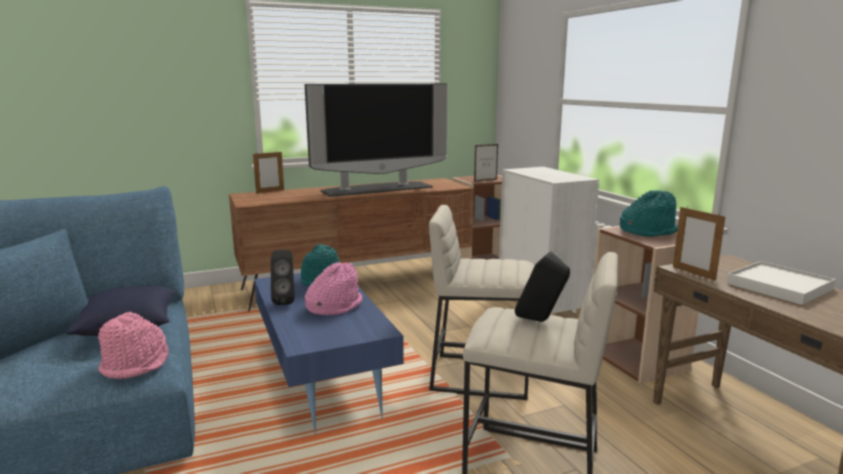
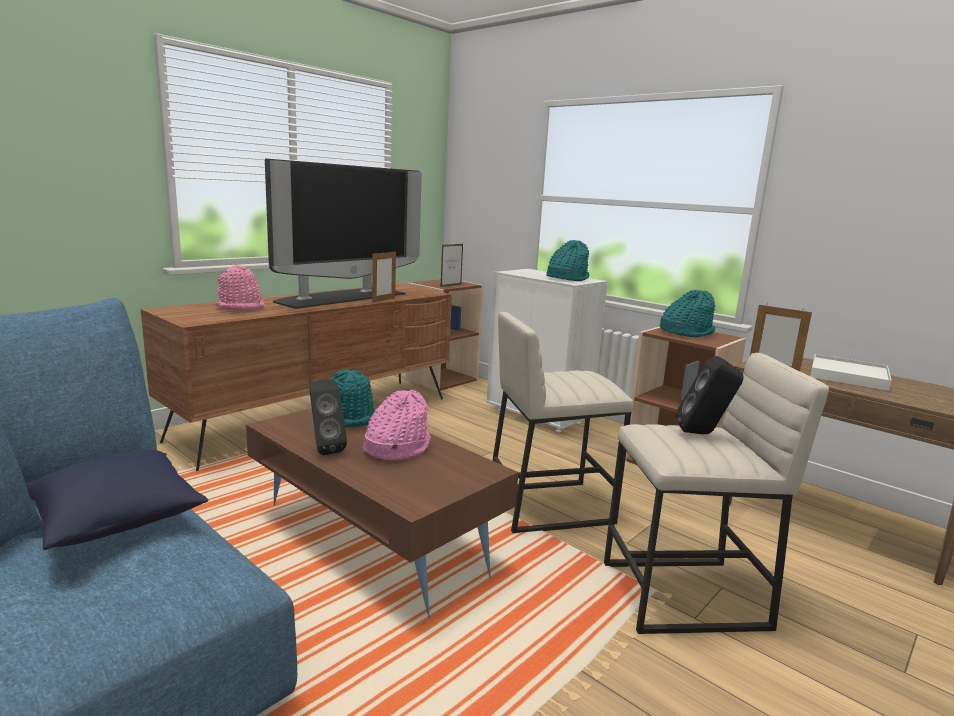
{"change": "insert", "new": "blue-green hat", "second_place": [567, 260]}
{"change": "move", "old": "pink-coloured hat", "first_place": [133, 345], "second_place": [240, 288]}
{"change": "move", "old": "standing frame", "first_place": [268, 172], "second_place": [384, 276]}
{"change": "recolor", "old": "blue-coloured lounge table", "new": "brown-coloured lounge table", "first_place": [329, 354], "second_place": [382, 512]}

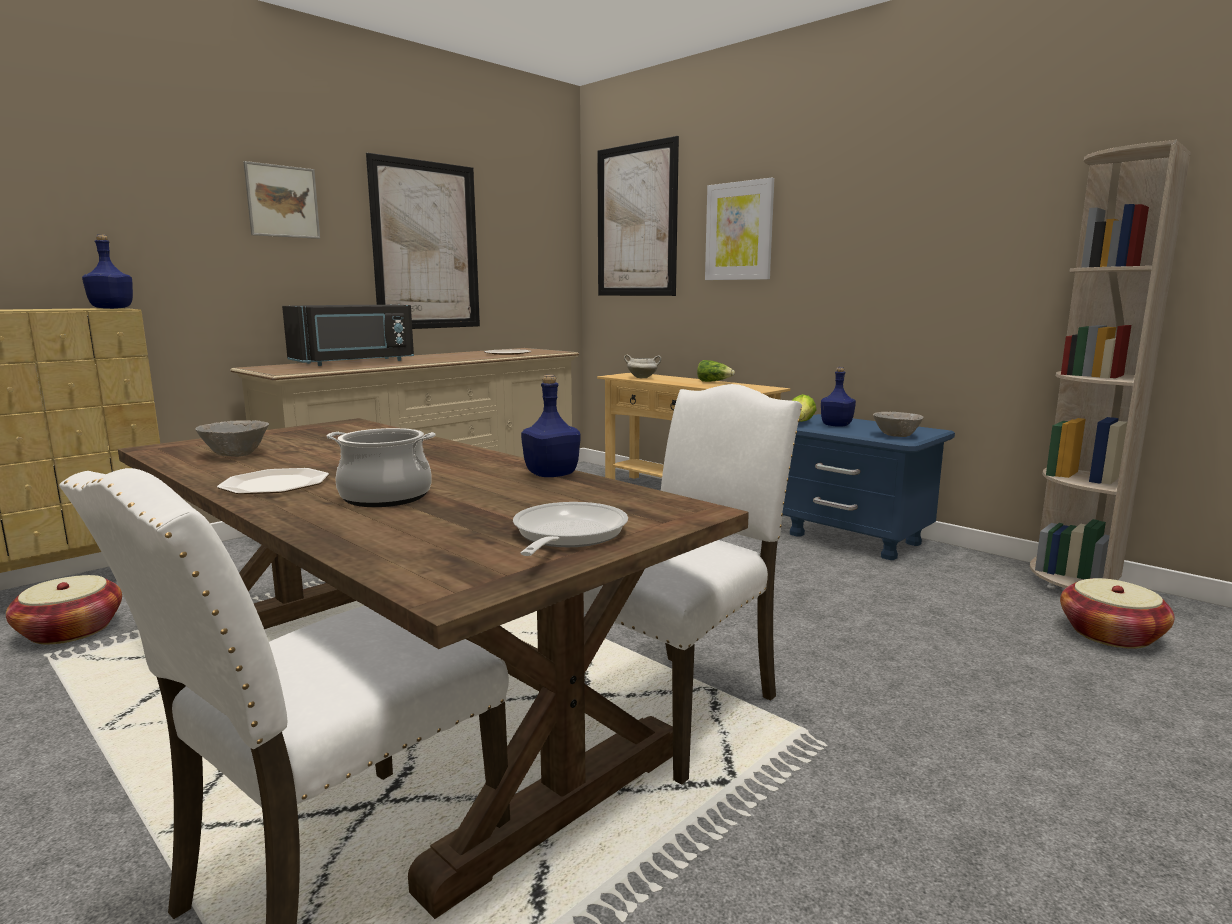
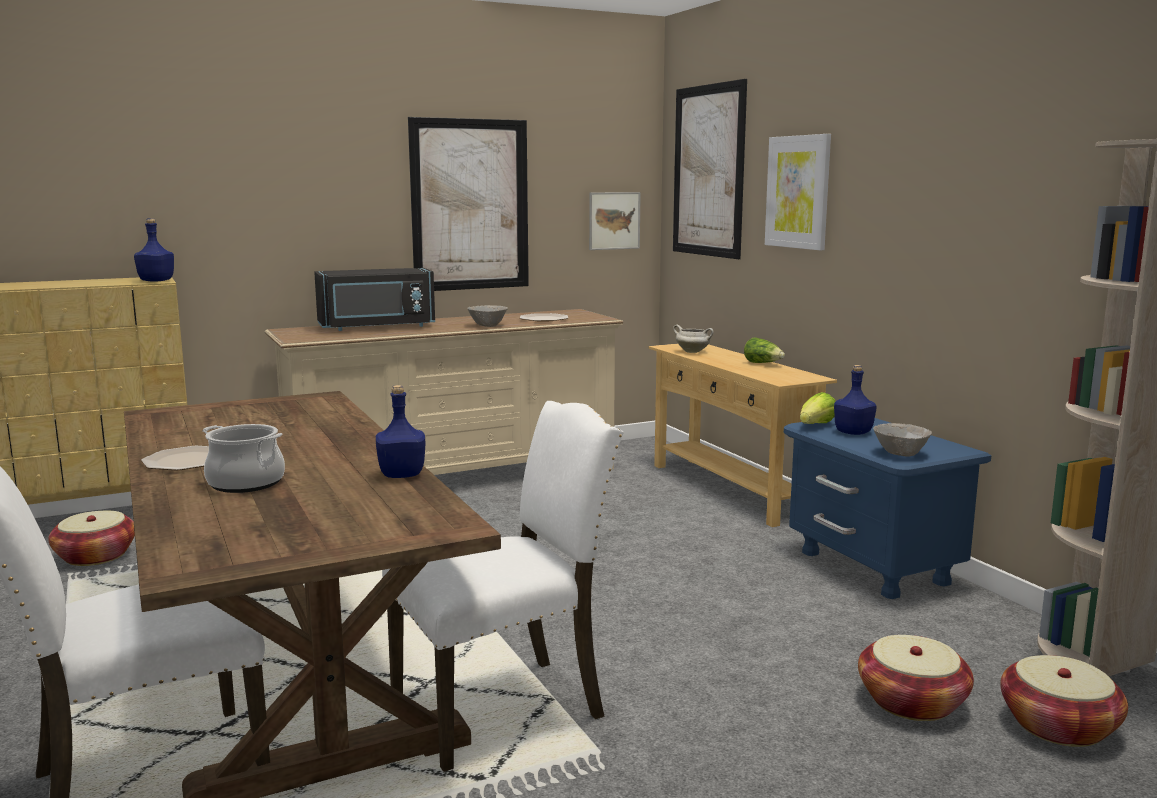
{"change": "delete", "old": "frying pan", "first_place": [570, 529]}
{"change": "insert", "new": "basket", "second_place": [916, 678]}
{"change": "move", "old": "grey bowl", "first_place": [232, 438], "second_place": [487, 316]}
{"change": "move", "old": "wall picture", "first_place": [282, 200], "second_place": [615, 221]}

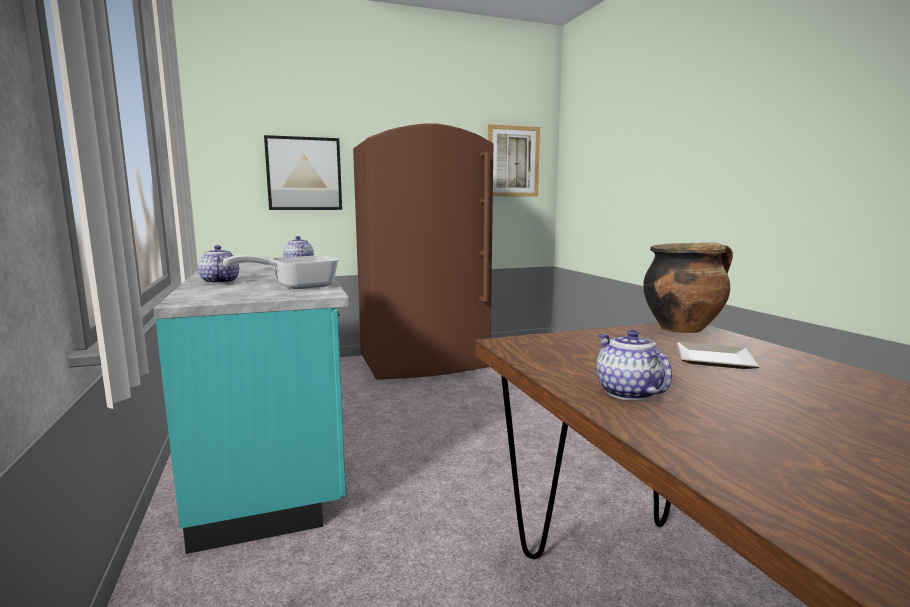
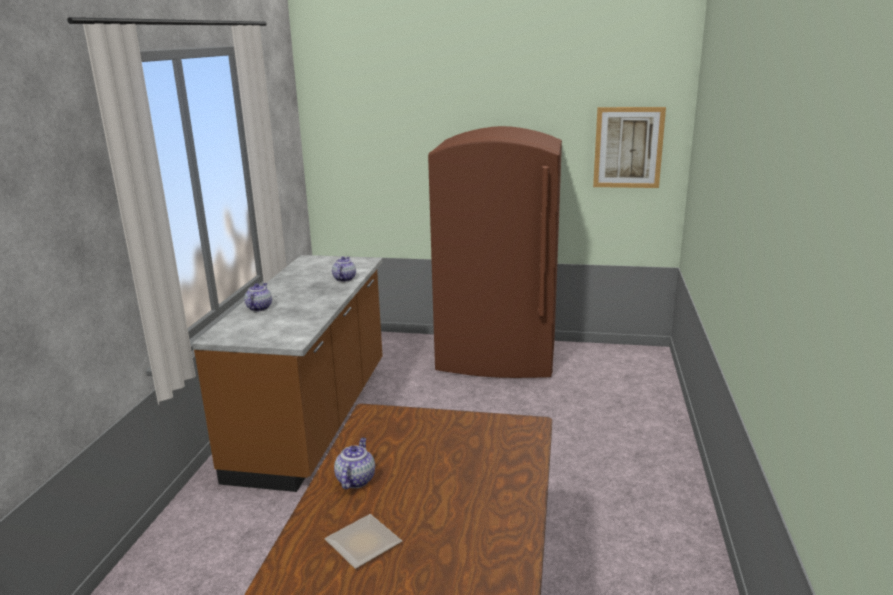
{"change": "delete", "old": "frying pan", "first_place": [281, 272]}
{"change": "delete", "old": "wall picture", "first_place": [303, 172]}
{"change": "delete", "old": "cooking pot", "first_place": [688, 288]}
{"change": "move", "old": "plate", "first_place": [718, 355], "second_place": [363, 541]}
{"change": "recolor", "old": "blue-green counter", "new": "brown-coloured counter", "first_place": [251, 405], "second_place": [287, 373]}

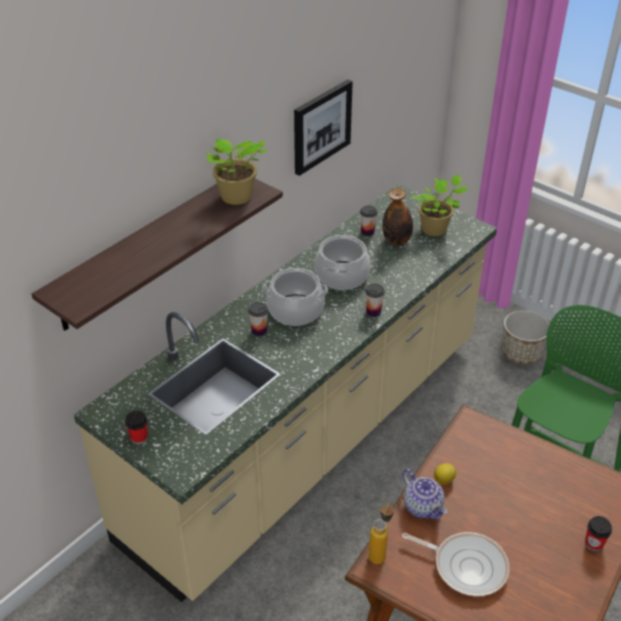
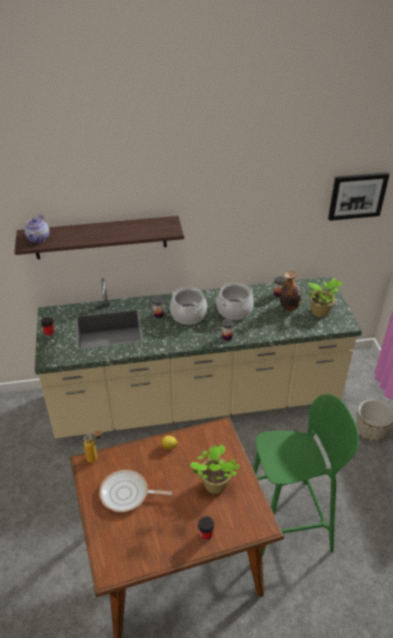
{"change": "move", "old": "houseplant", "first_place": [237, 172], "second_place": [214, 469]}
{"change": "move", "old": "wall picture", "first_place": [323, 128], "second_place": [359, 196]}
{"change": "move", "old": "teapot", "first_place": [425, 494], "second_place": [36, 228]}
{"change": "rotate", "old": "frying pan", "first_place": [456, 564], "second_place": [135, 491], "degrees": 120}

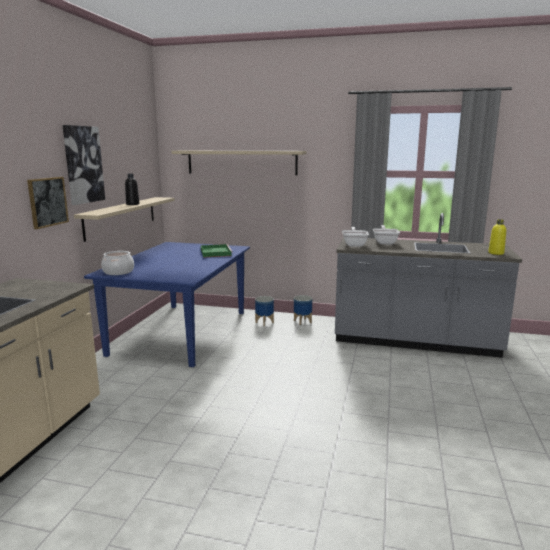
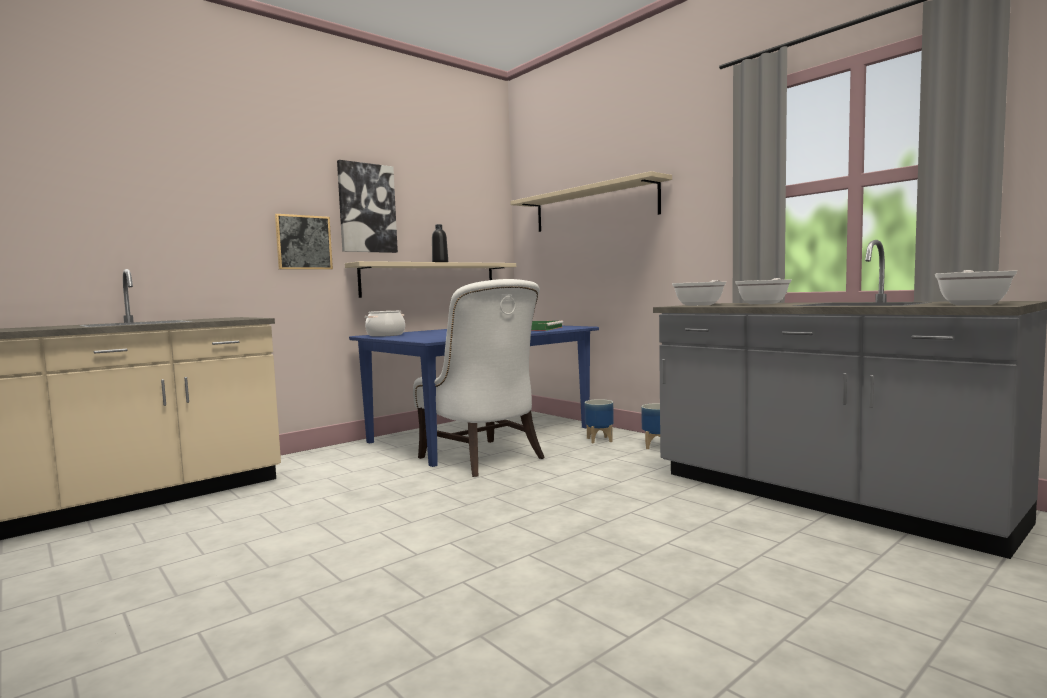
{"change": "insert", "new": "whitish upright chair", "second_place": [479, 378]}
{"change": "replace", "old": "yellowish bottle", "new": "frying pan", "first_place": [497, 237], "second_place": [976, 287]}

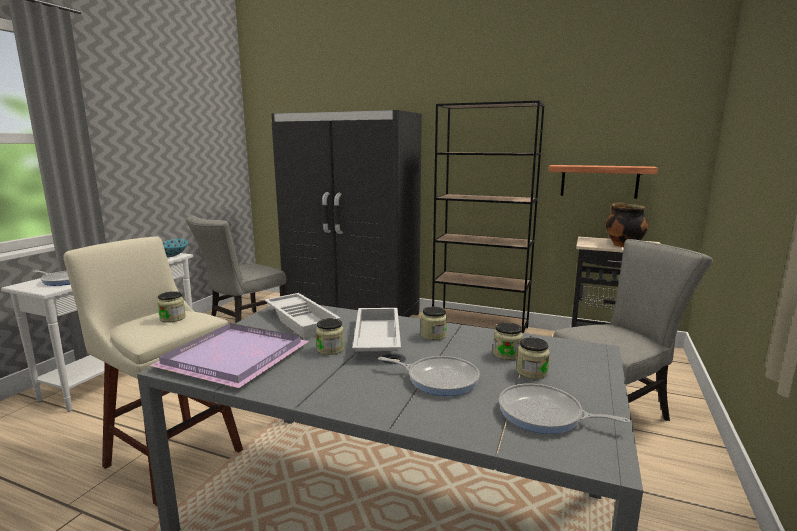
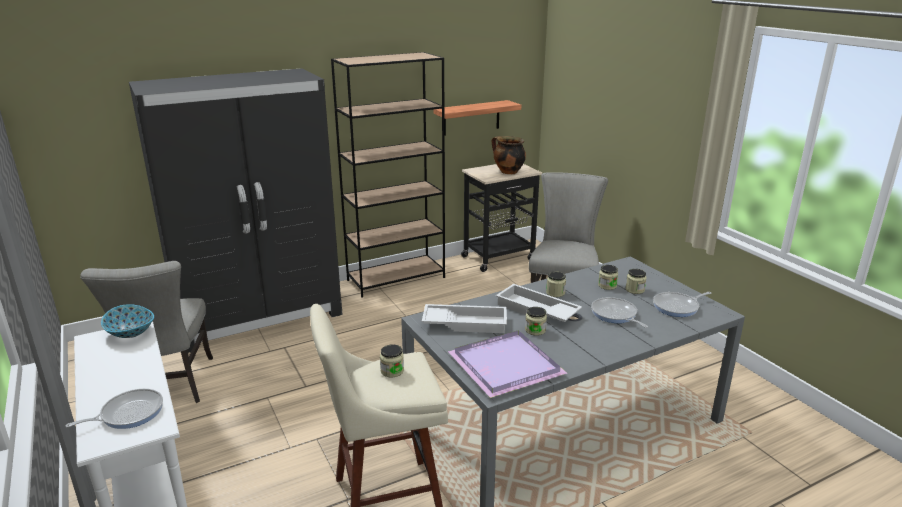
{"change": "rotate", "old": "frying pan", "first_place": [429, 376], "second_place": [619, 312], "degrees": -90}

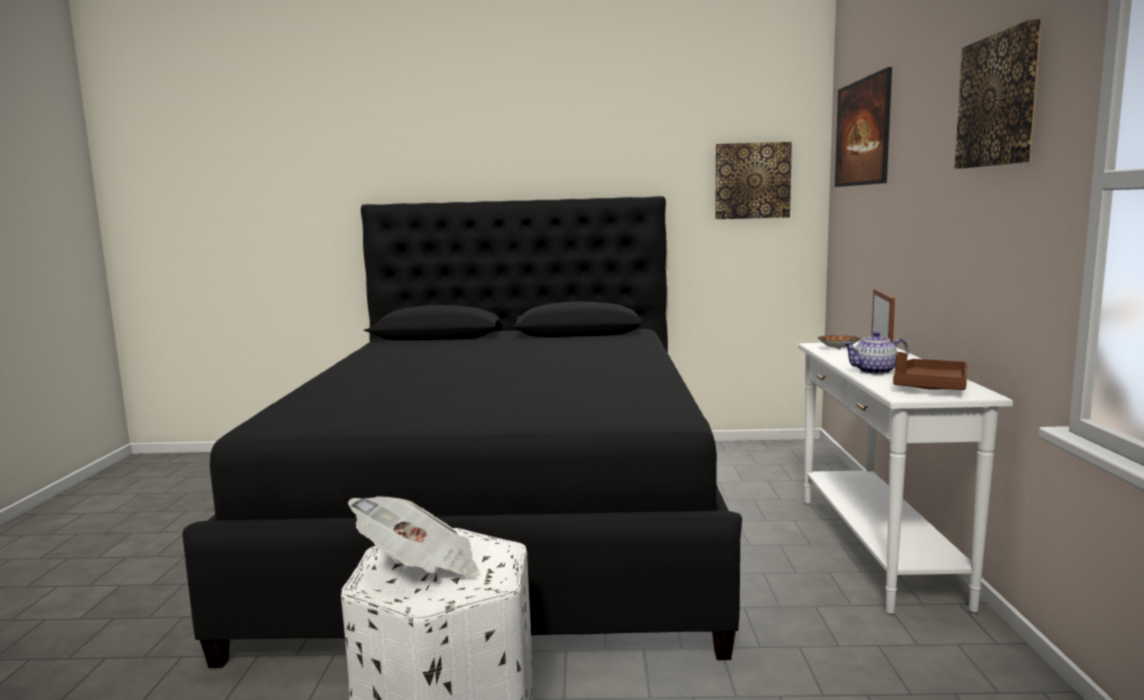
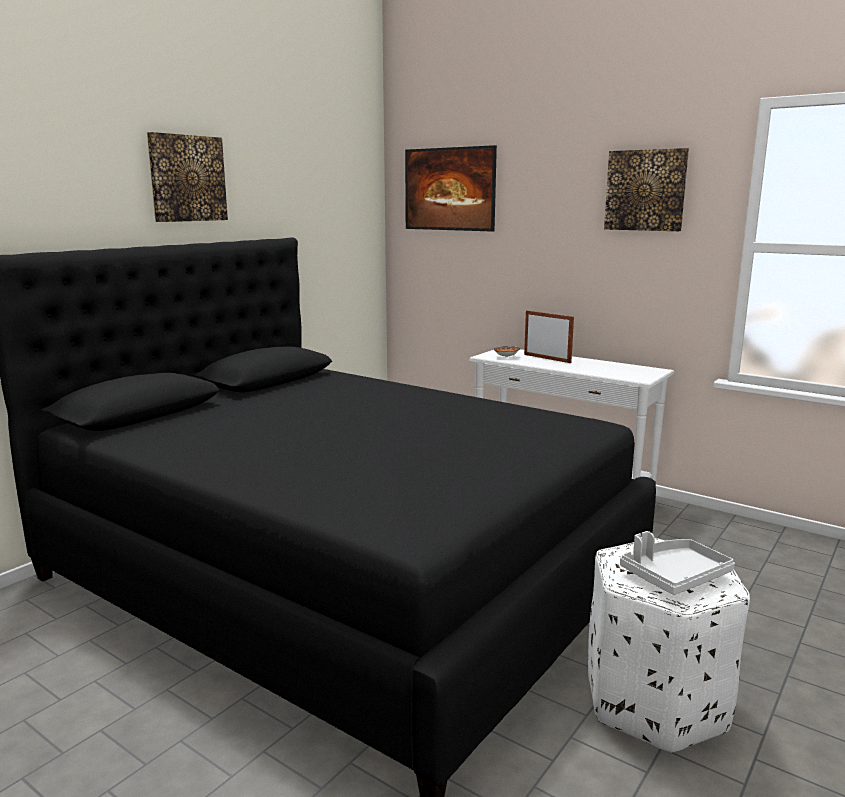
{"change": "delete", "old": "teapot", "first_place": [876, 353]}
{"change": "delete", "old": "brown-coloured serving tray", "first_place": [930, 371]}
{"change": "move", "old": "wall picture", "first_place": [753, 180], "second_place": [187, 177]}
{"change": "replace", "old": "daily paper", "new": "grey serving tray", "first_place": [414, 537], "second_place": [677, 563]}

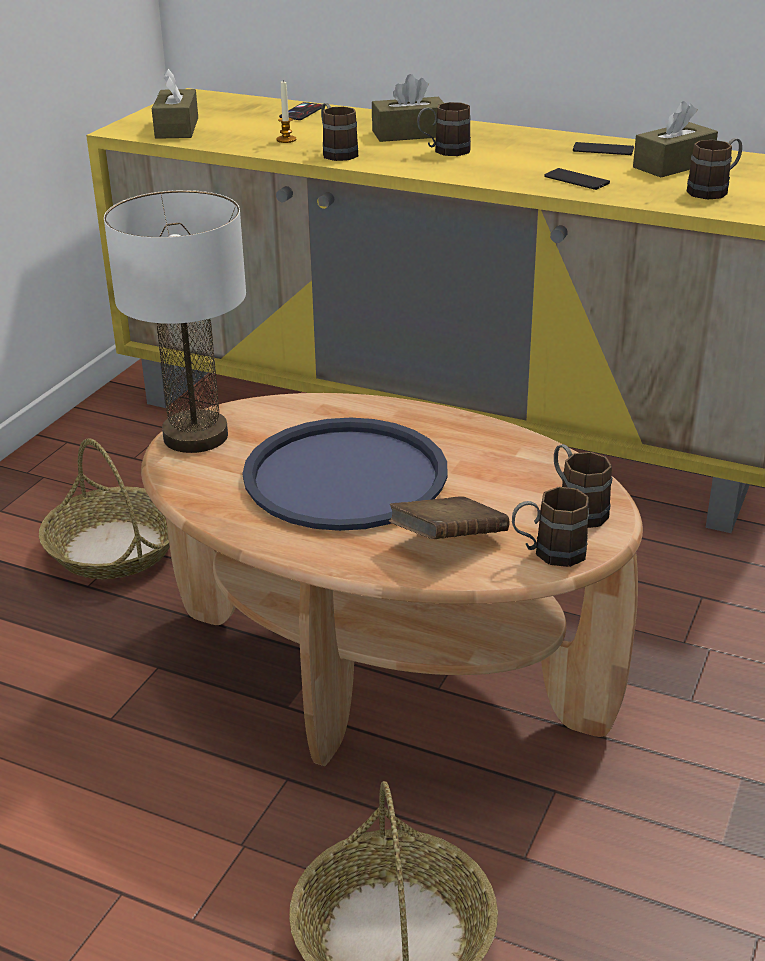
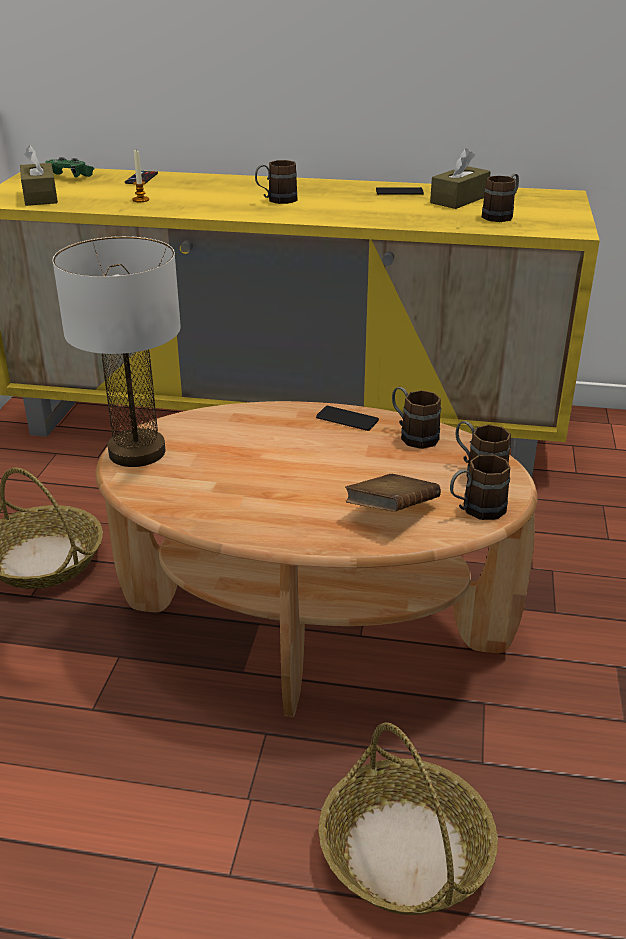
{"change": "delete", "old": "blue-coloured serving tray", "first_place": [345, 474]}
{"change": "delete", "old": "brown-coloured tissue box", "first_place": [408, 108]}
{"change": "insert", "new": "green-coloured game controller", "second_place": [69, 167]}
{"change": "move", "old": "brown-coloured tea mug", "first_place": [339, 132], "second_place": [416, 418]}
{"change": "move", "old": "phone", "first_place": [577, 179], "second_place": [347, 418]}

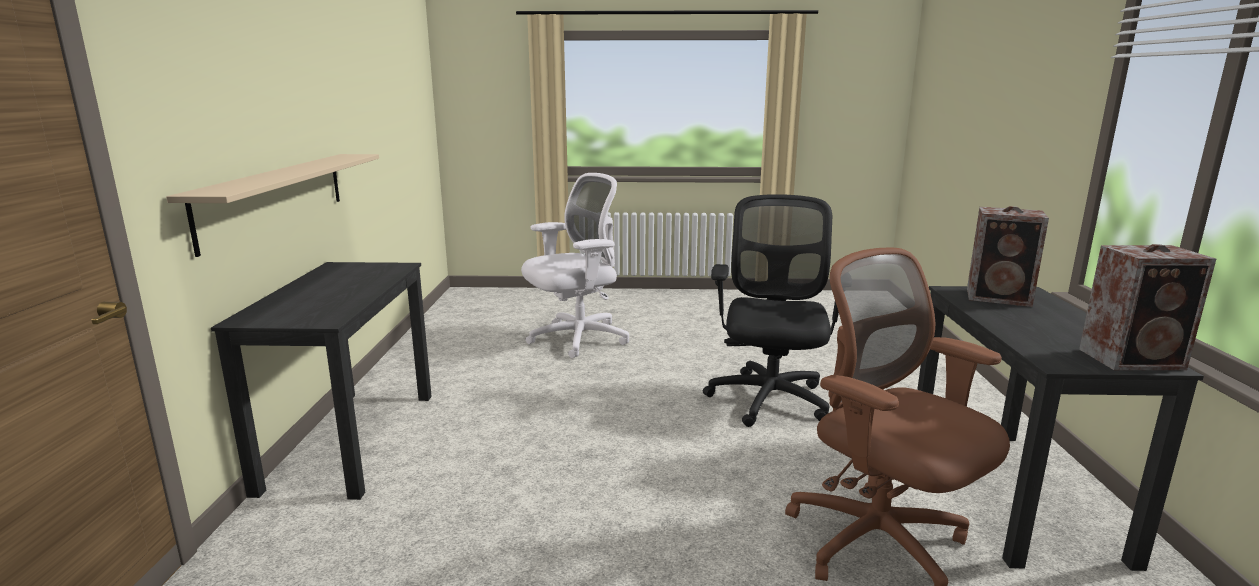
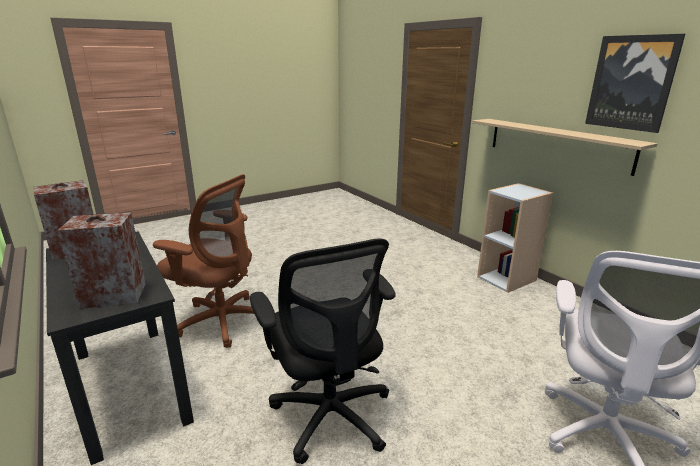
{"change": "insert", "new": "wall picture", "second_place": [635, 83]}
{"change": "replace", "old": "black-coloured desk", "new": "bookshelf", "first_place": [321, 381], "second_place": [515, 238]}

